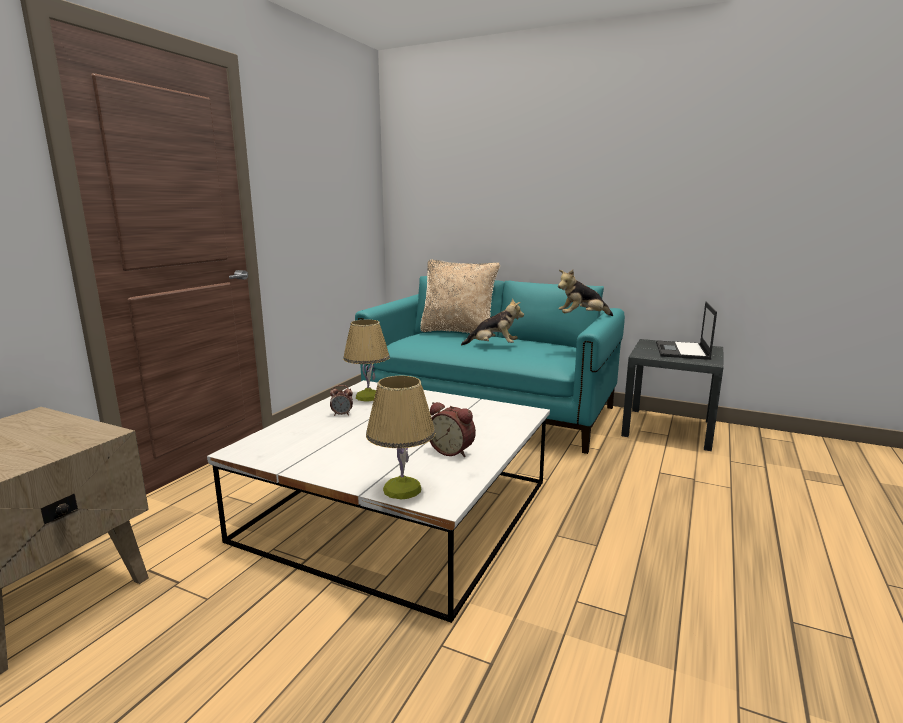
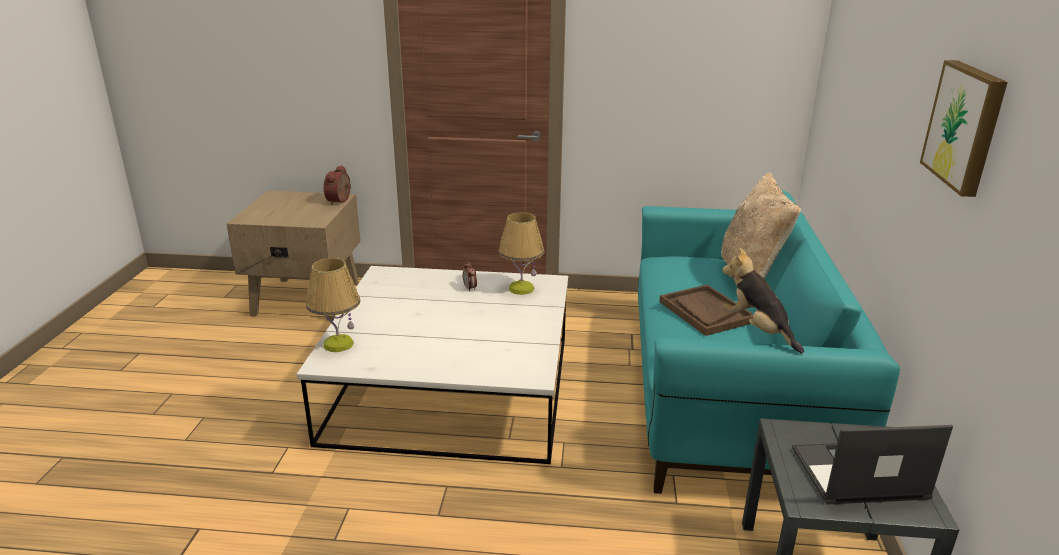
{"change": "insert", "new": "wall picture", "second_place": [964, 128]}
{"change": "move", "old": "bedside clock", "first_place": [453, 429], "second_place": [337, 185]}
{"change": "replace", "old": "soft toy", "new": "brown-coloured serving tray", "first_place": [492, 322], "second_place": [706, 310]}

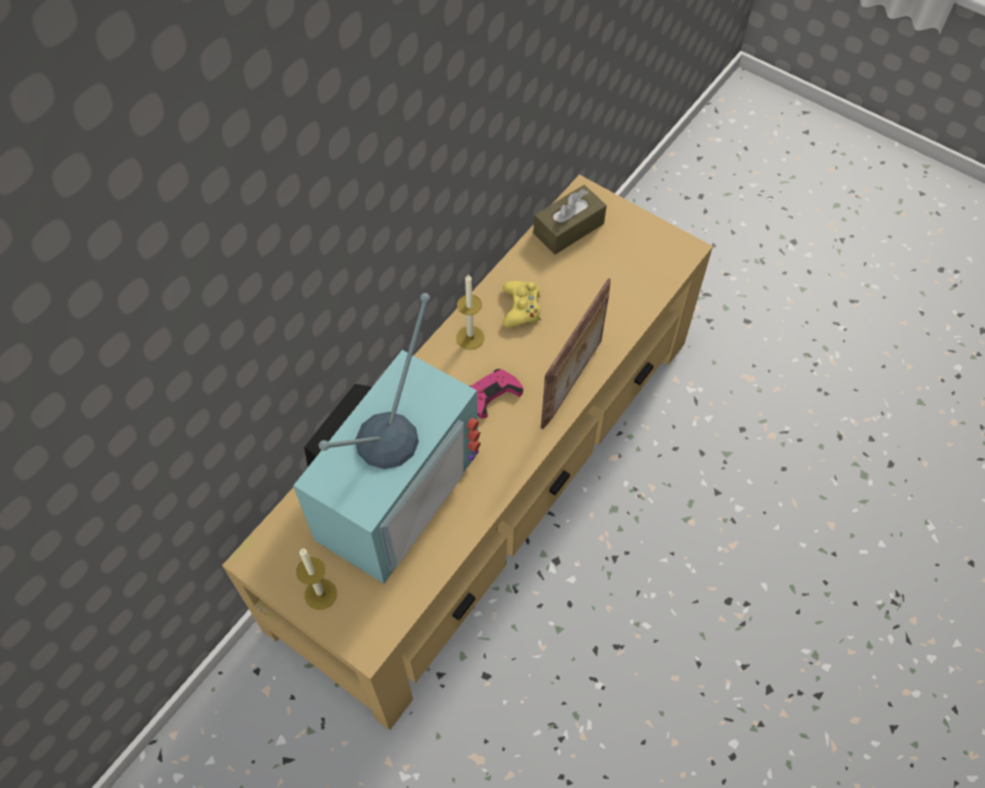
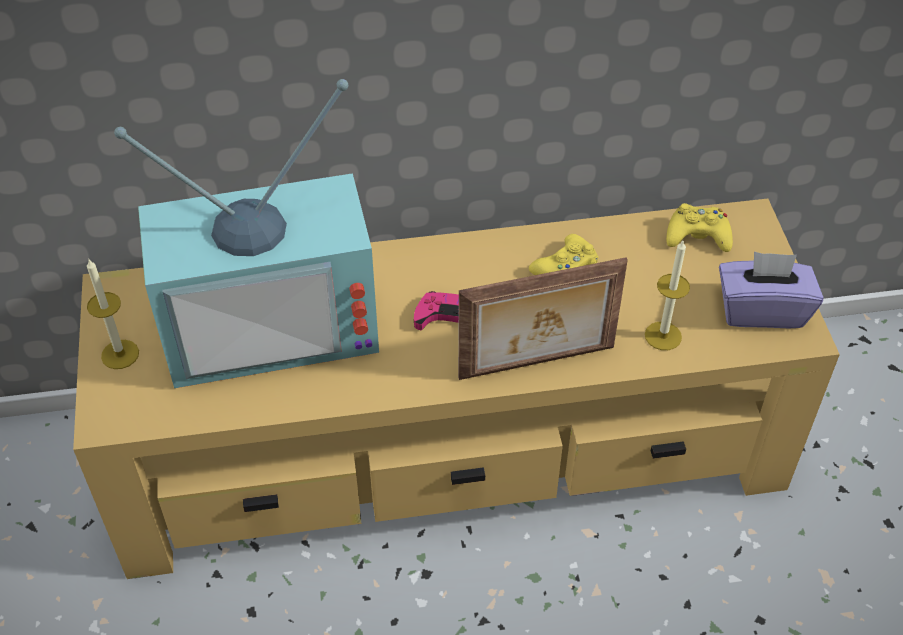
{"change": "insert", "new": "purplish tissue box", "second_place": [771, 289]}
{"change": "move", "old": "wax light", "first_place": [470, 312], "second_place": [667, 295]}
{"change": "replace", "old": "brown-coloured tissue box", "new": "yellowish game controller", "first_place": [570, 220], "second_place": [699, 227]}

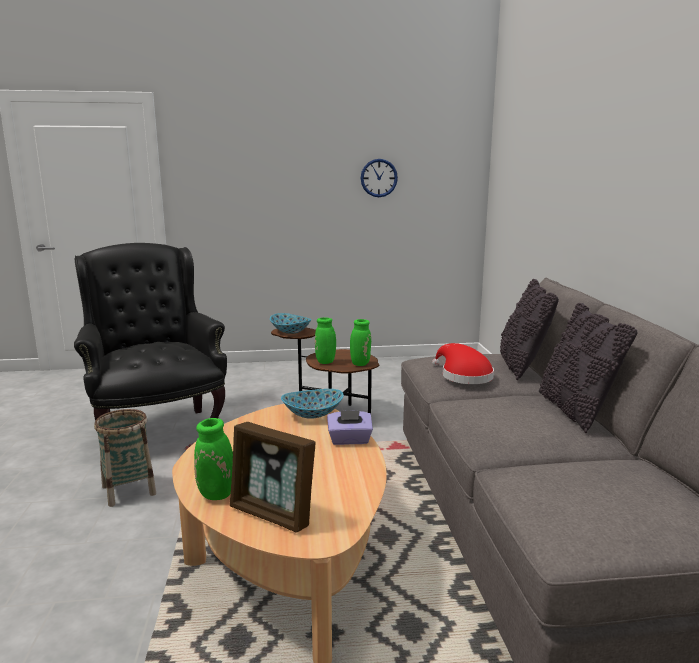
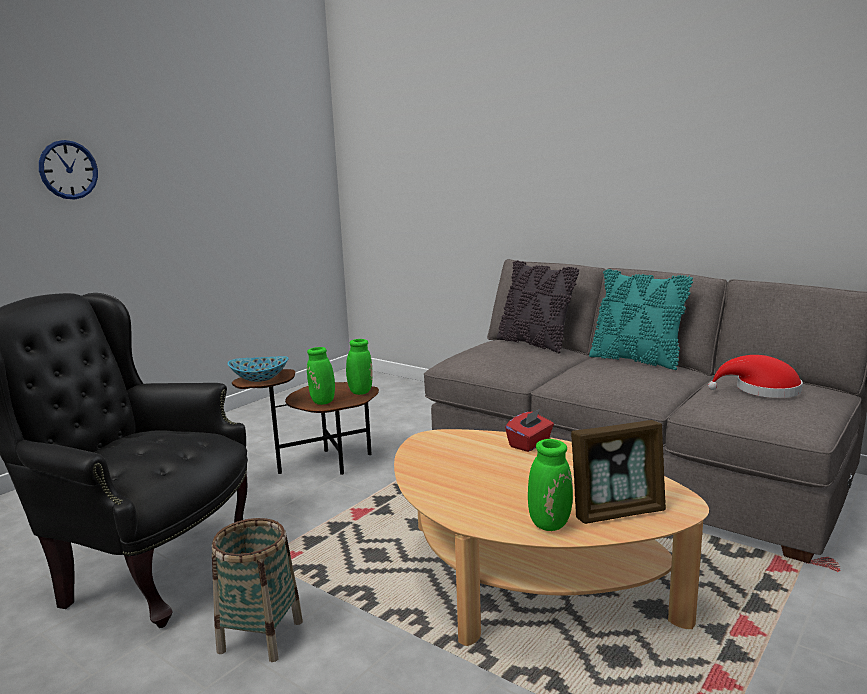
{"change": "delete", "old": "bowl", "first_place": [312, 404]}
{"change": "move", "old": "wall clock", "first_place": [379, 178], "second_place": [68, 170]}
{"change": "move", "old": "reddish hat", "first_place": [463, 363], "second_place": [755, 376]}
{"change": "recolor", "old": "purplish tissue box", "new": "reddish tissue box", "first_place": [350, 427], "second_place": [529, 430]}
{"change": "recolor", "old": "black-coloured throw pillow", "new": "blue-green throw pillow", "first_place": [588, 368], "second_place": [641, 319]}

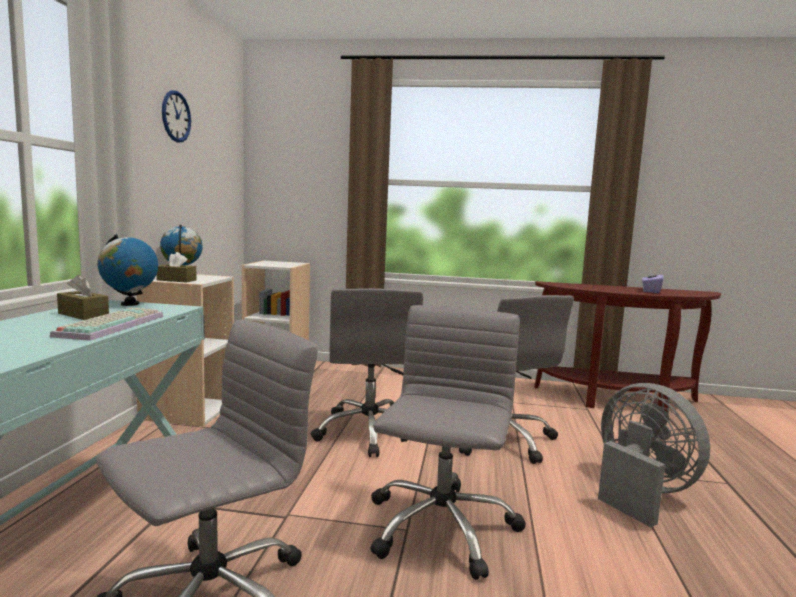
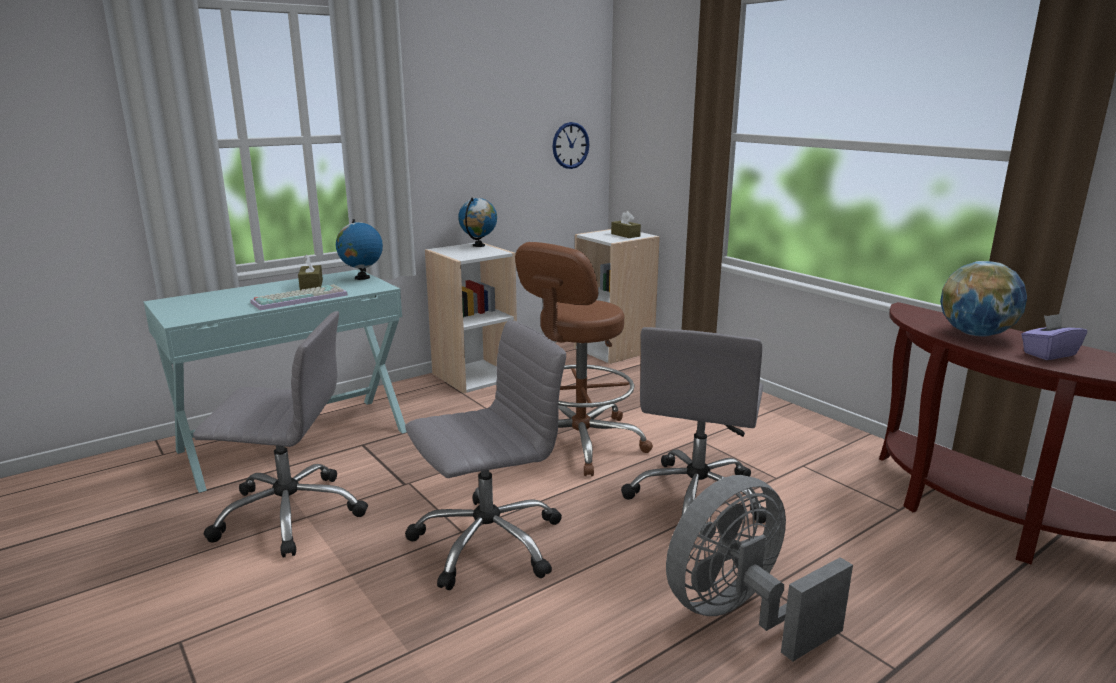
{"change": "insert", "new": "world globe", "second_place": [983, 299]}
{"change": "move", "old": "brown-coloured tissue box", "first_place": [176, 267], "second_place": [626, 224]}
{"change": "move", "old": "wall clock", "first_place": [176, 116], "second_place": [571, 145]}
{"change": "replace", "old": "grey office chair", "new": "brown-coloured sitting stool", "first_place": [367, 372], "second_place": [584, 359]}
{"change": "rotate", "old": "grey cooling fan", "first_place": [654, 455], "second_place": [759, 568], "degrees": -135}

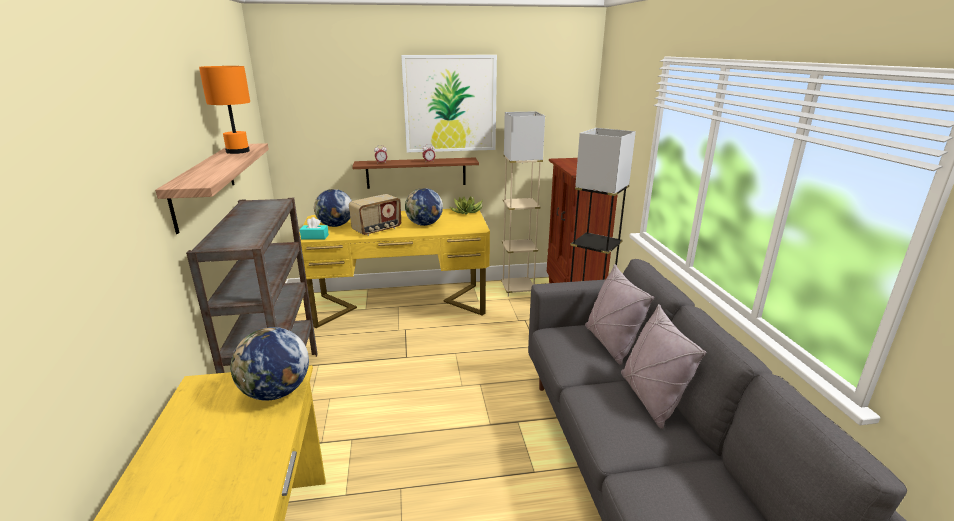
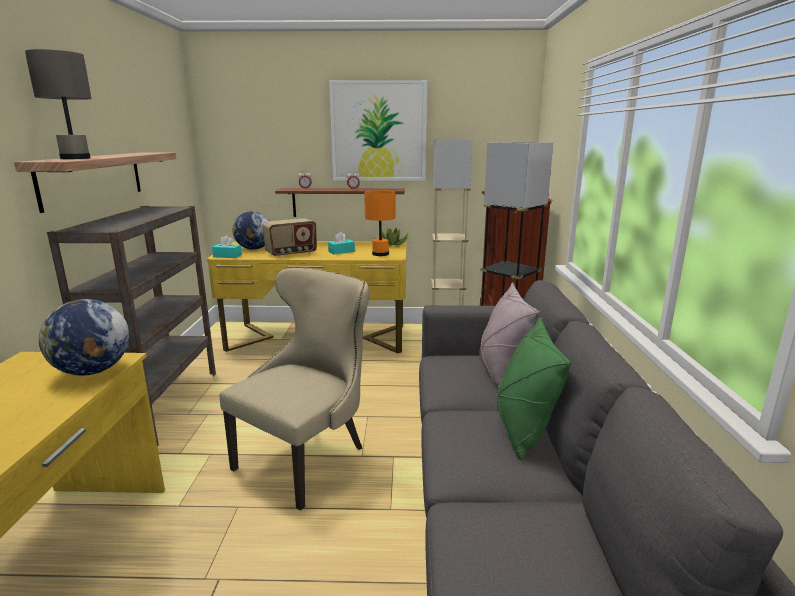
{"change": "insert", "new": "grey lamp for a table", "second_place": [58, 104]}
{"change": "insert", "new": "beige-coloured upright chair", "second_place": [294, 388]}
{"change": "move", "old": "orange-coloured lamp for a table", "first_place": [224, 110], "second_place": [380, 223]}
{"change": "replace", "old": "world globe", "new": "blue-green tissue box", "first_place": [424, 207], "second_place": [341, 243]}
{"change": "recolor", "old": "purplish throw pillow", "new": "green-coloured throw pillow", "first_place": [663, 366], "second_place": [534, 388]}

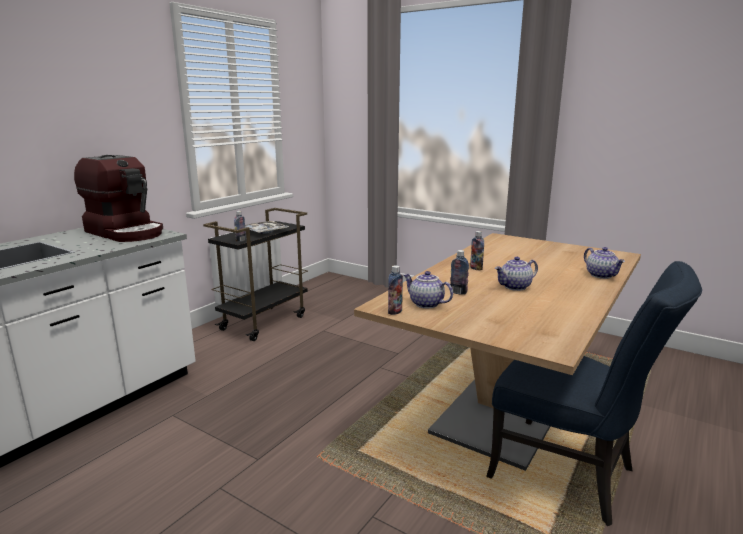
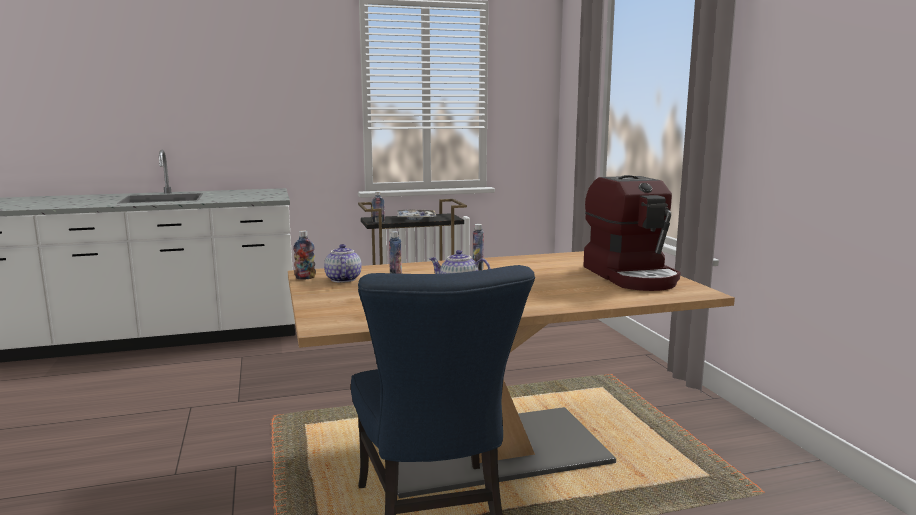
{"change": "delete", "old": "teapot", "first_place": [604, 263]}
{"change": "move", "old": "coffee machine", "first_place": [118, 198], "second_place": [632, 233]}

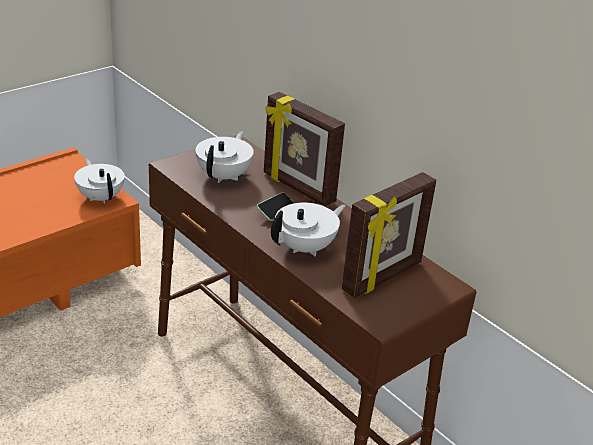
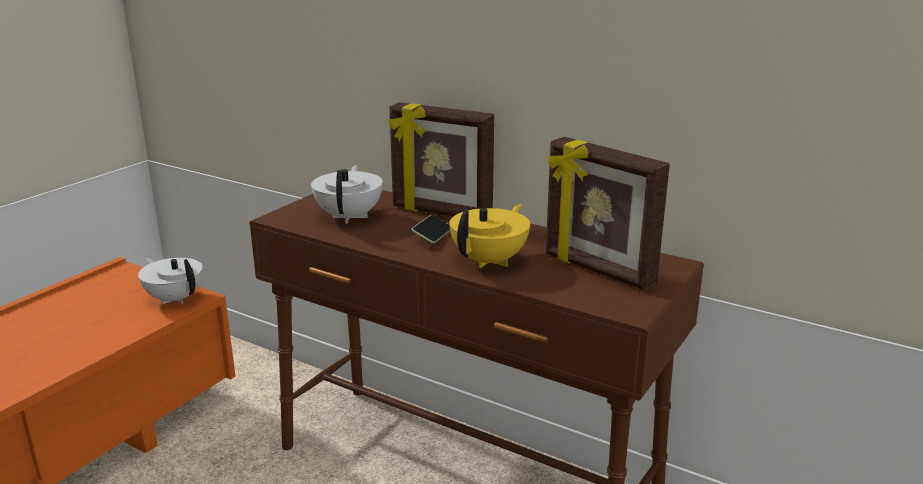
{"change": "recolor", "old": "whitish teapot", "new": "yellowish teapot", "first_place": [308, 229], "second_place": [489, 236]}
{"change": "rotate", "old": "standing frame", "first_place": [389, 235], "second_place": [608, 213], "degrees": 105}

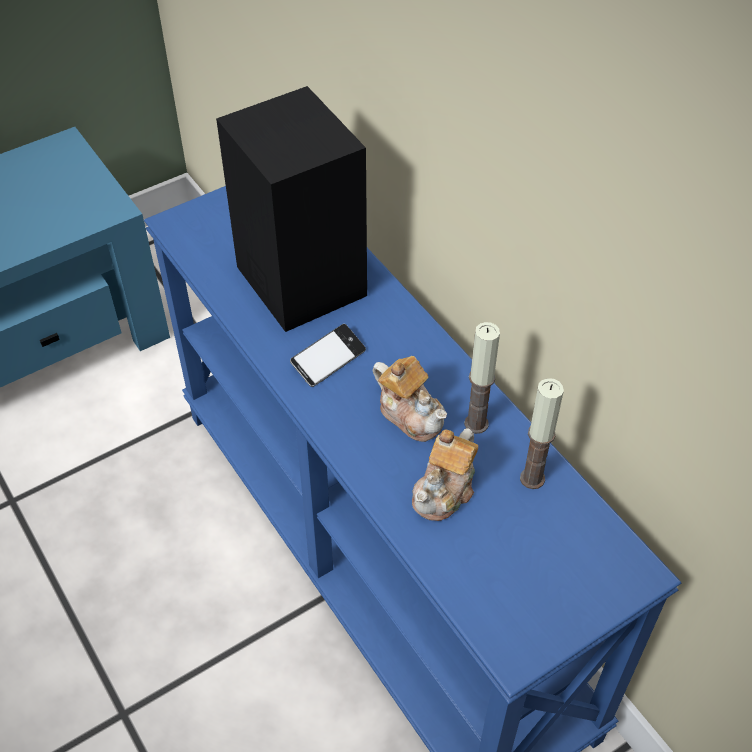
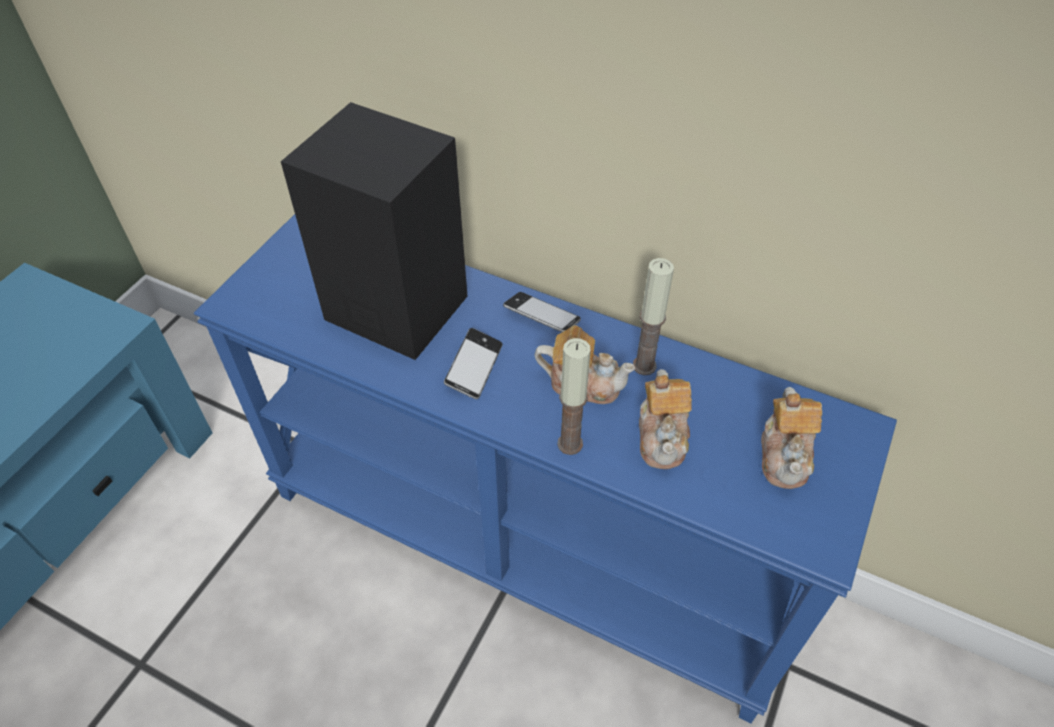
{"change": "insert", "new": "phone", "second_place": [542, 312]}
{"change": "insert", "new": "teapot", "second_place": [791, 438]}
{"change": "move", "old": "wax light", "first_place": [542, 433], "second_place": [574, 396]}

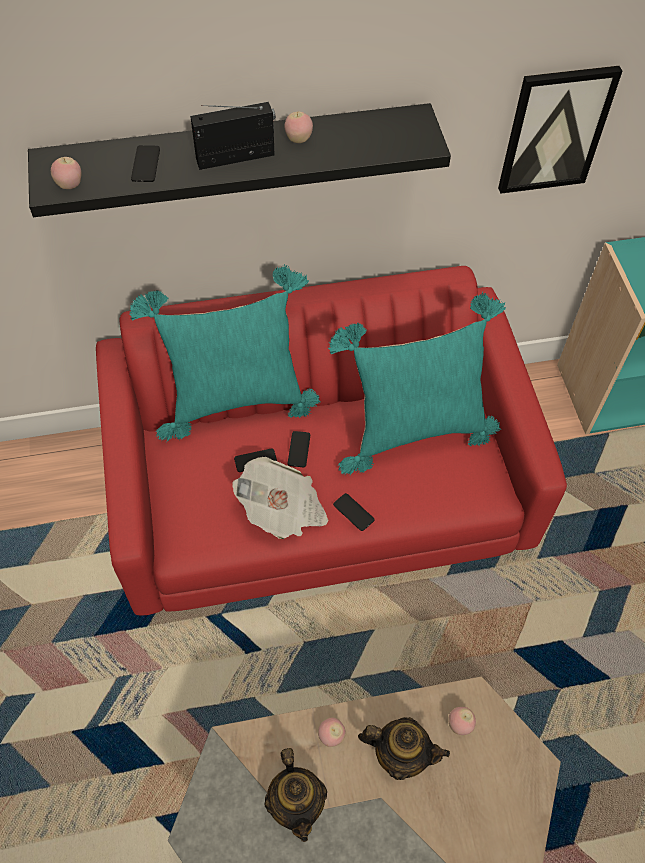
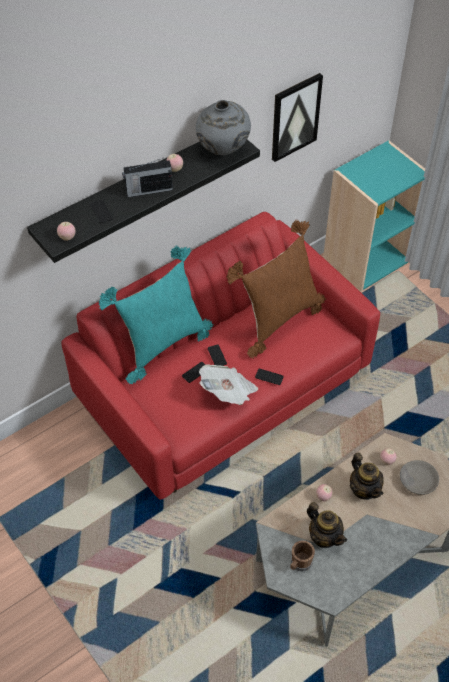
{"change": "insert", "new": "grey vase", "second_place": [223, 127]}
{"change": "insert", "new": "brown-coloured tea mug", "second_place": [302, 555]}
{"change": "insert", "new": "grey bowl", "second_place": [419, 477]}
{"change": "recolor", "old": "blue-green throw pillow", "new": "brown-coloured throw pillow", "first_place": [417, 384], "second_place": [276, 289]}
{"change": "rotate", "old": "radio receiver", "first_place": [233, 136], "second_place": [147, 177], "degrees": -150}
{"change": "rotate", "old": "teapot", "first_place": [404, 748], "second_place": [367, 476], "degrees": 75}

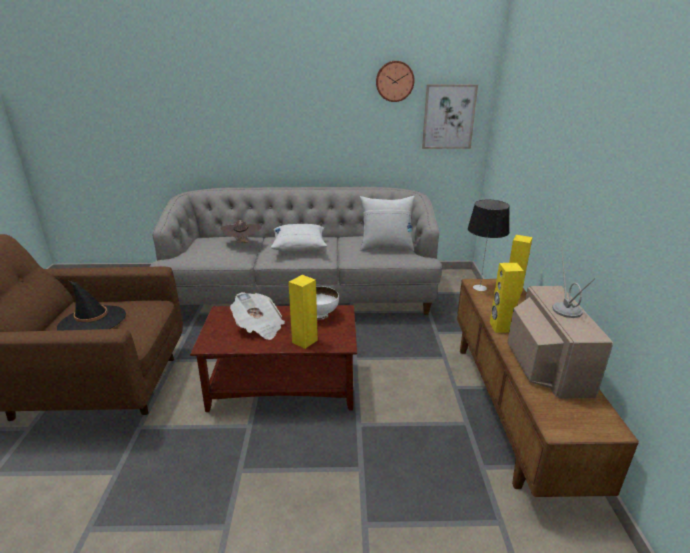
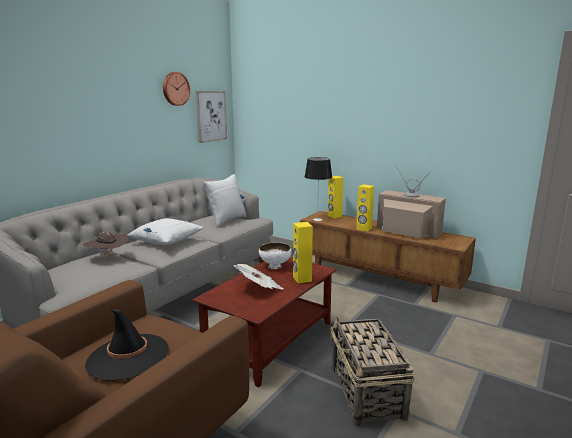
{"change": "insert", "new": "basket", "second_place": [372, 371]}

